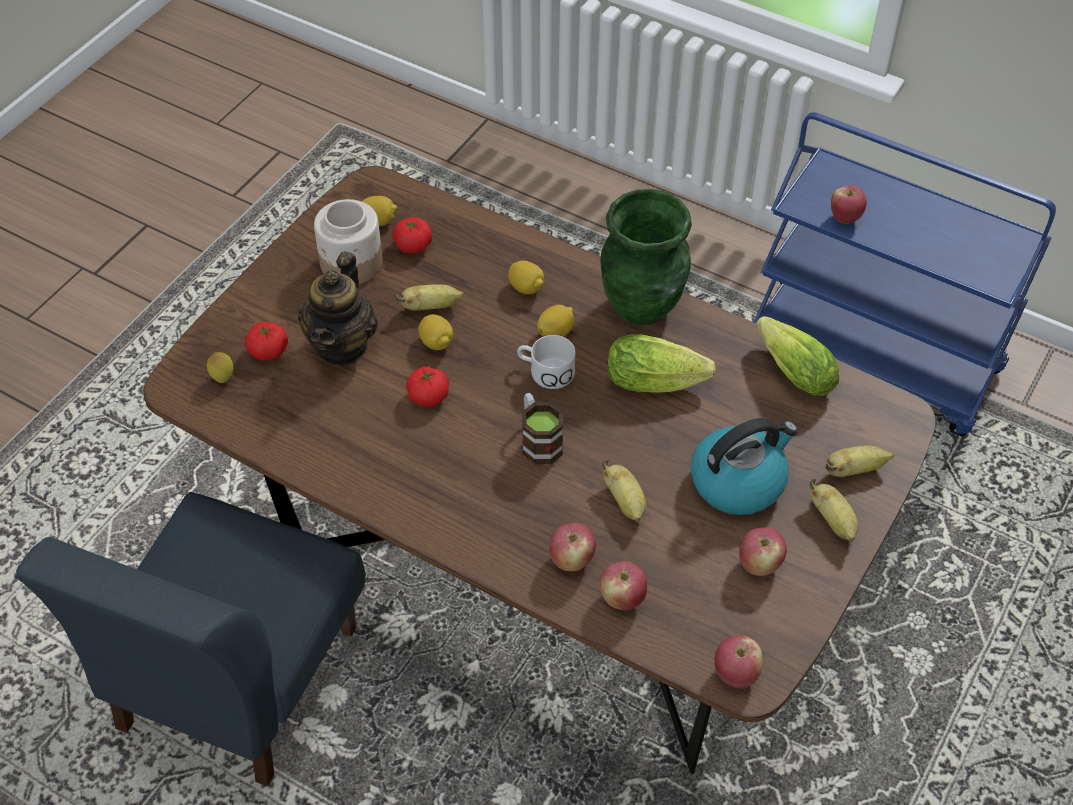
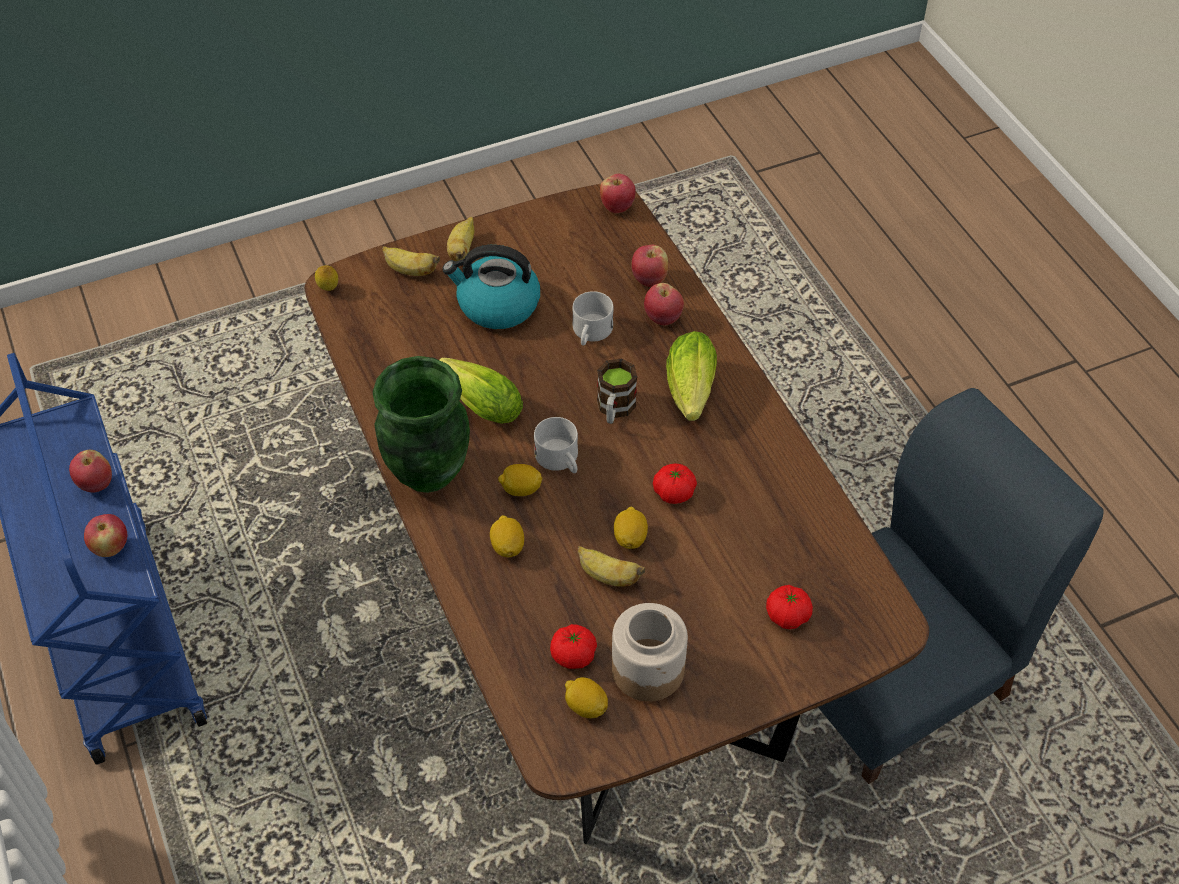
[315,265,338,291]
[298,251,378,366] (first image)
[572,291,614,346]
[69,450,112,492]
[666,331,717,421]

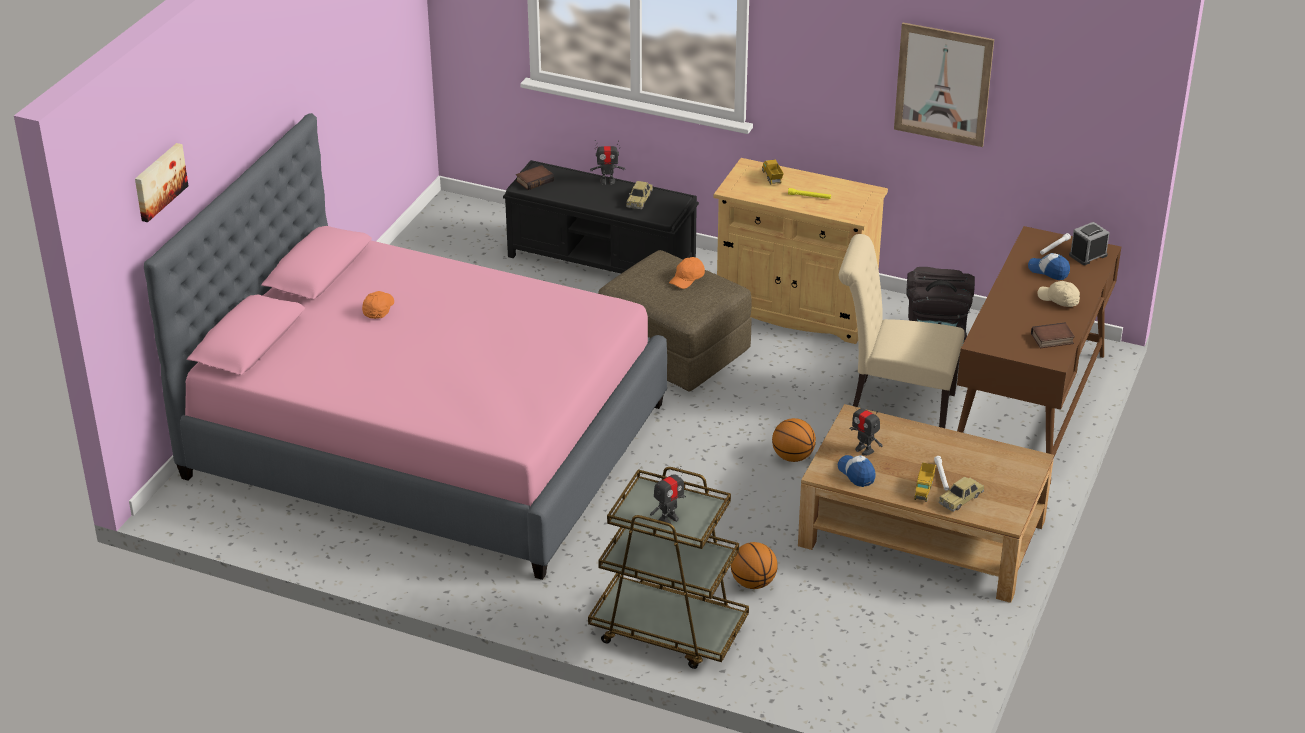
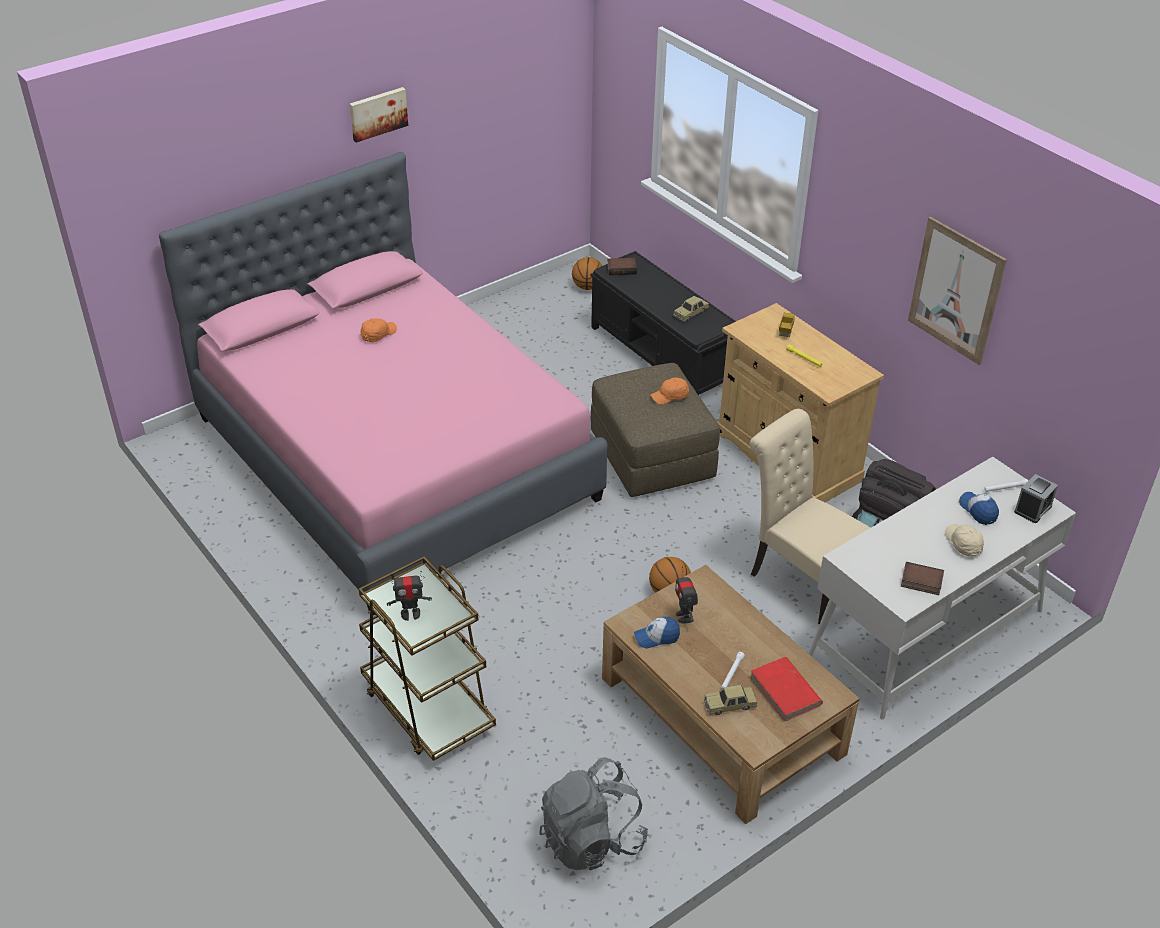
[350,87,408,143]
[590,140,625,185] (first image)
[572,257,602,290]
[634,617,680,648]
[914,463,936,502] (first image)
[808,457,1076,720]
[1014,474,1058,523]
[539,757,648,871]
[750,657,823,722]

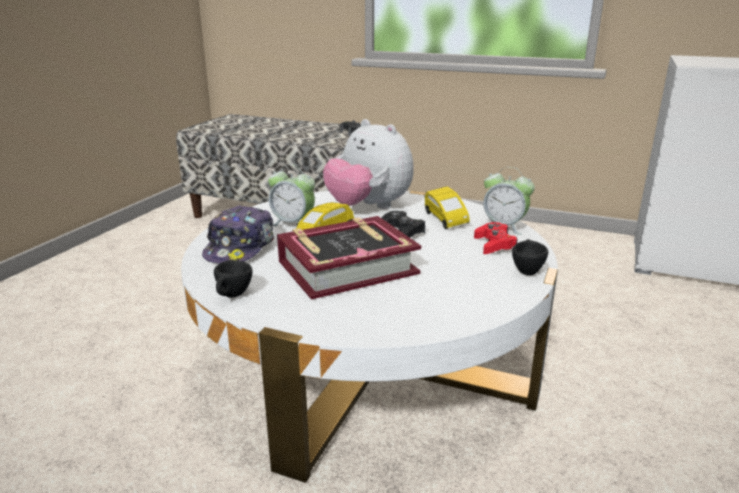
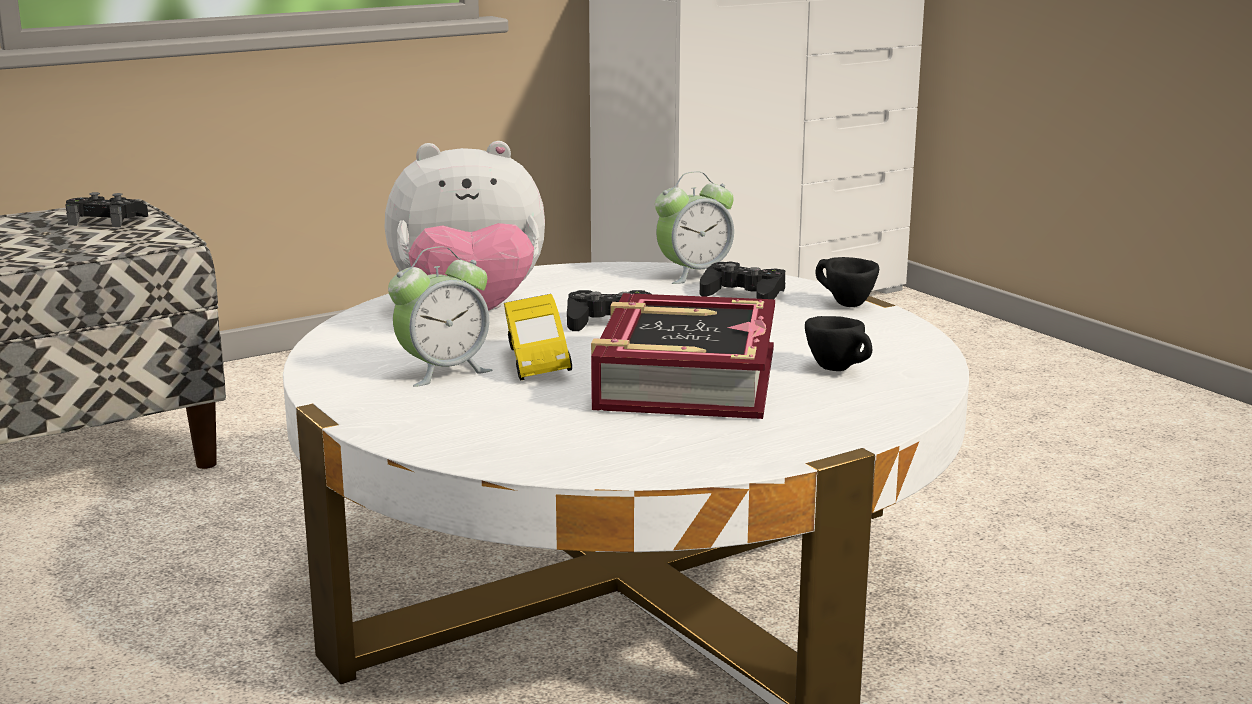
[202,205,274,264] (first image)
[805,316,872,371]
[424,186,470,229] (first image)
[700,262,786,299]

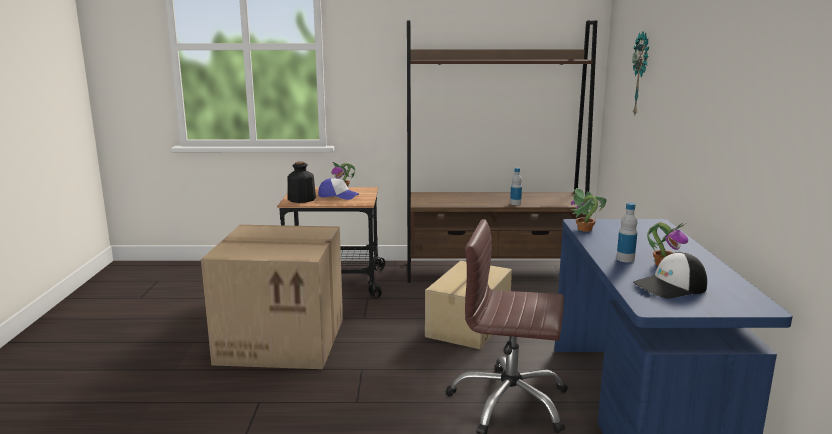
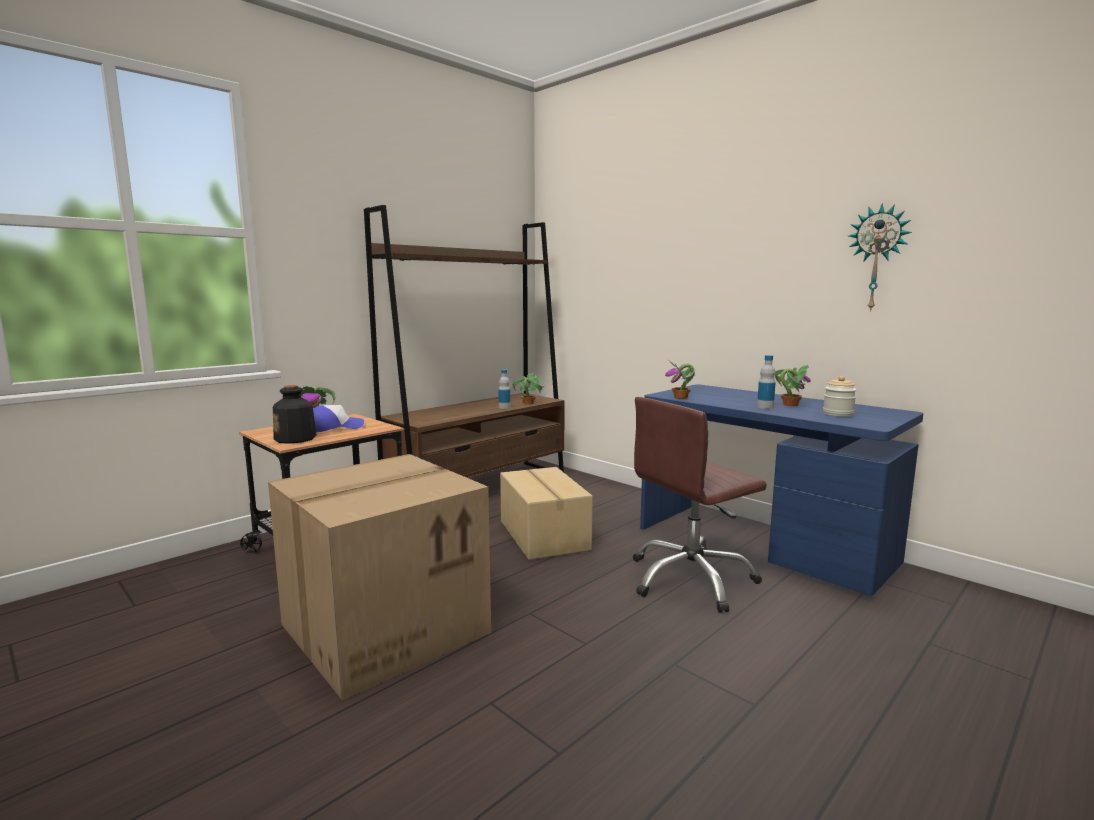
[849,203,912,312]
[823,376,857,417]
[512,373,545,404]

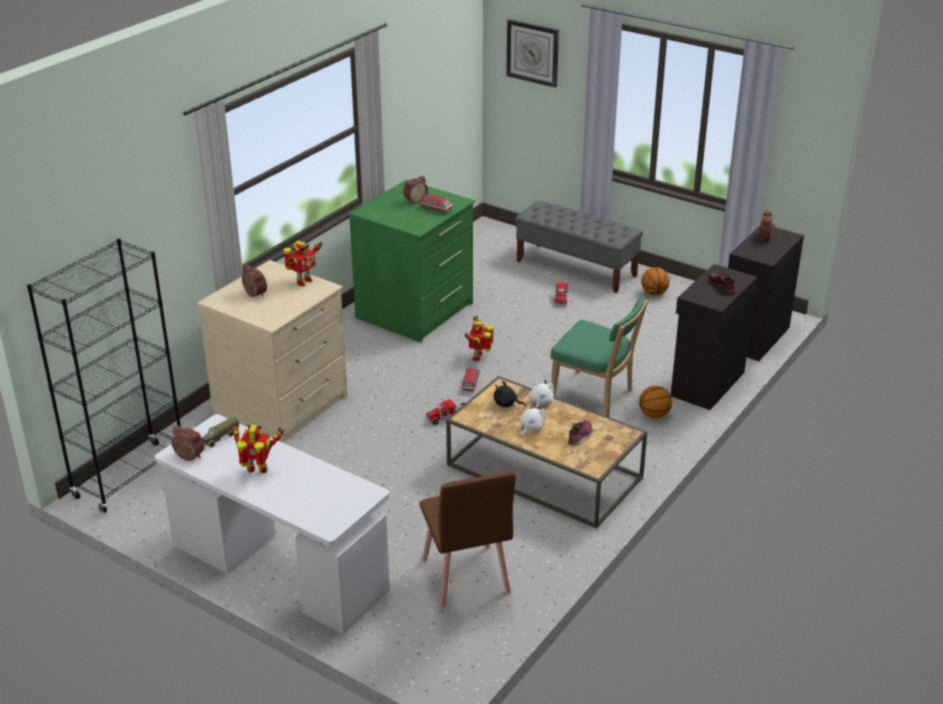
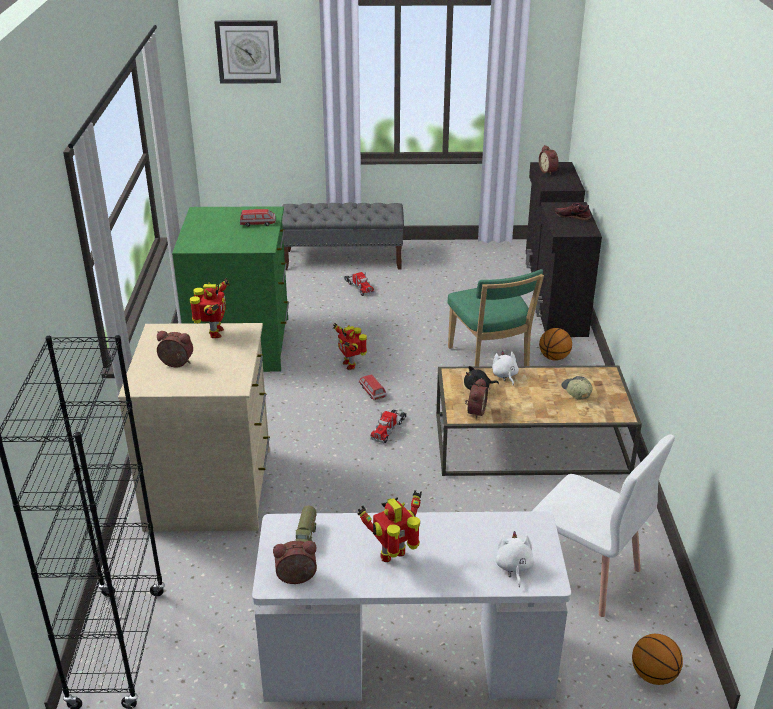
[465,378,488,419]
[532,435,675,617]
[496,531,534,587]
[448,269,544,367]
[561,376,592,400]
[632,634,683,685]

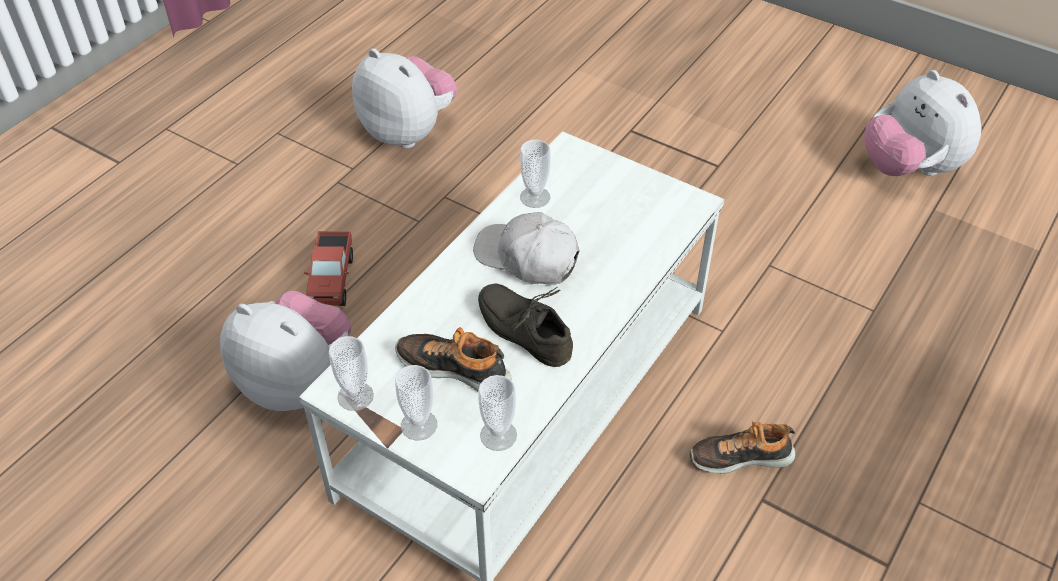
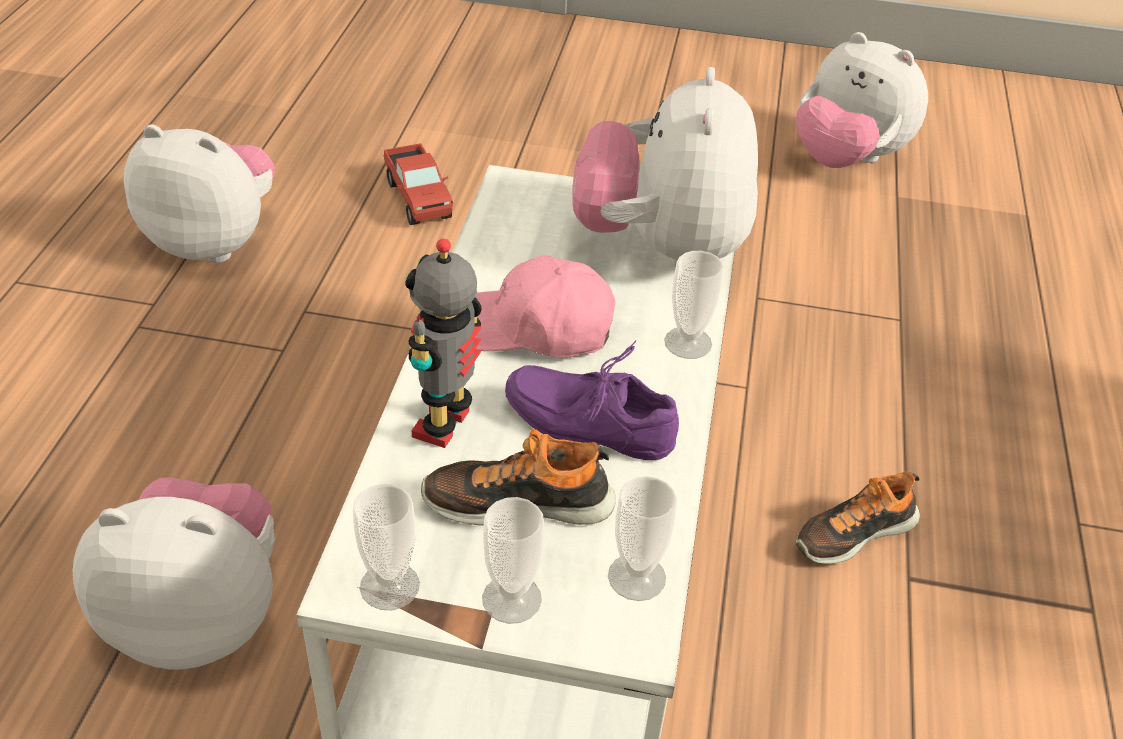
[384,143,453,225]
[475,255,615,358]
[505,341,679,460]
[664,251,724,359]
[405,238,481,448]
[572,67,758,267]

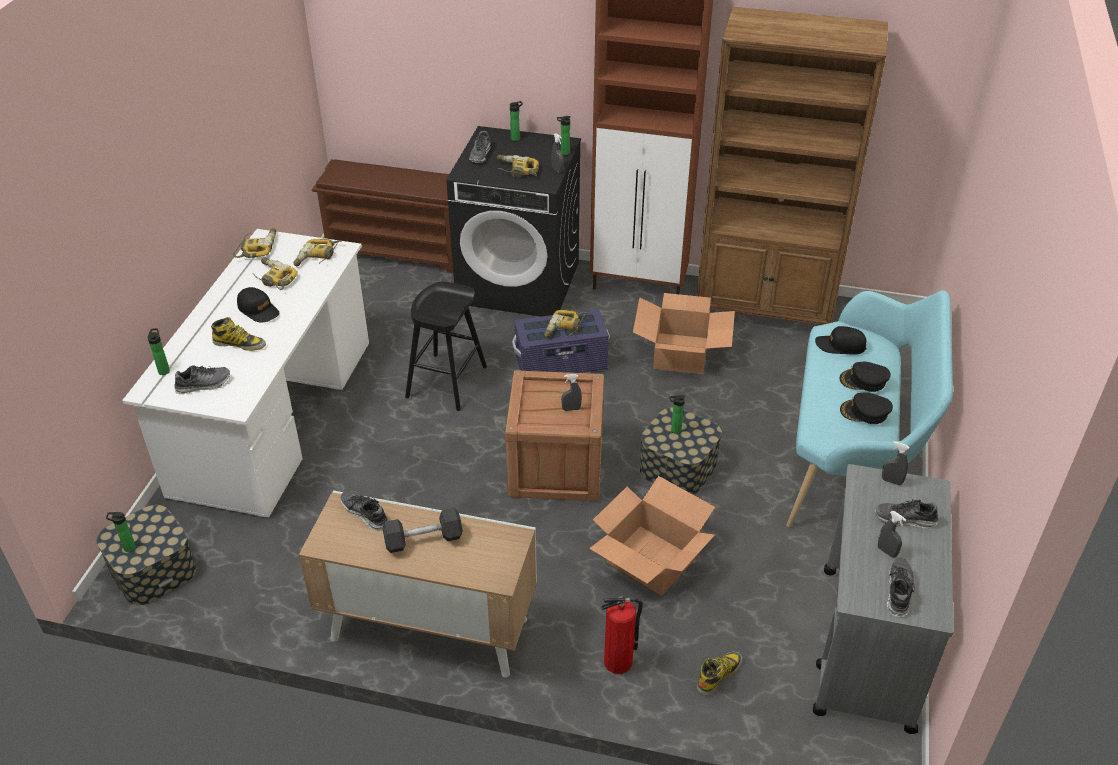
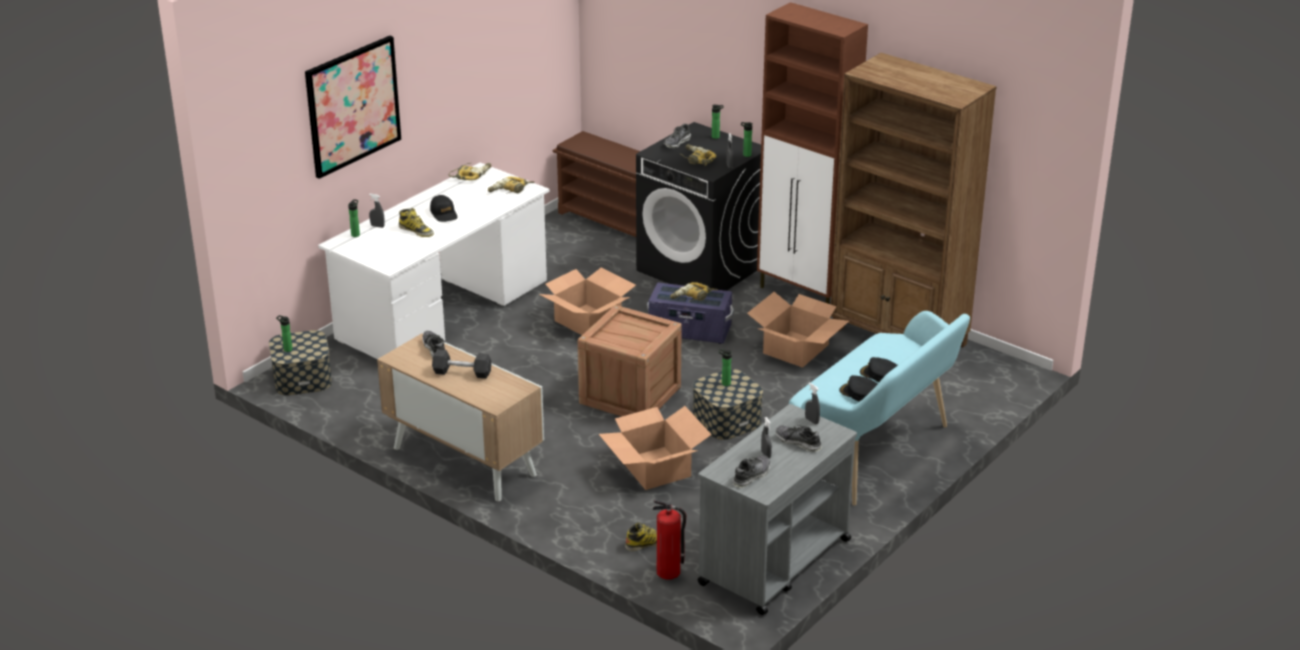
[174,365,230,394] (first image)
[252,258,298,290] (first image)
[539,267,636,335]
[369,194,385,228]
[653,500,686,580]
[815,326,867,355] (first image)
[305,36,401,179]

